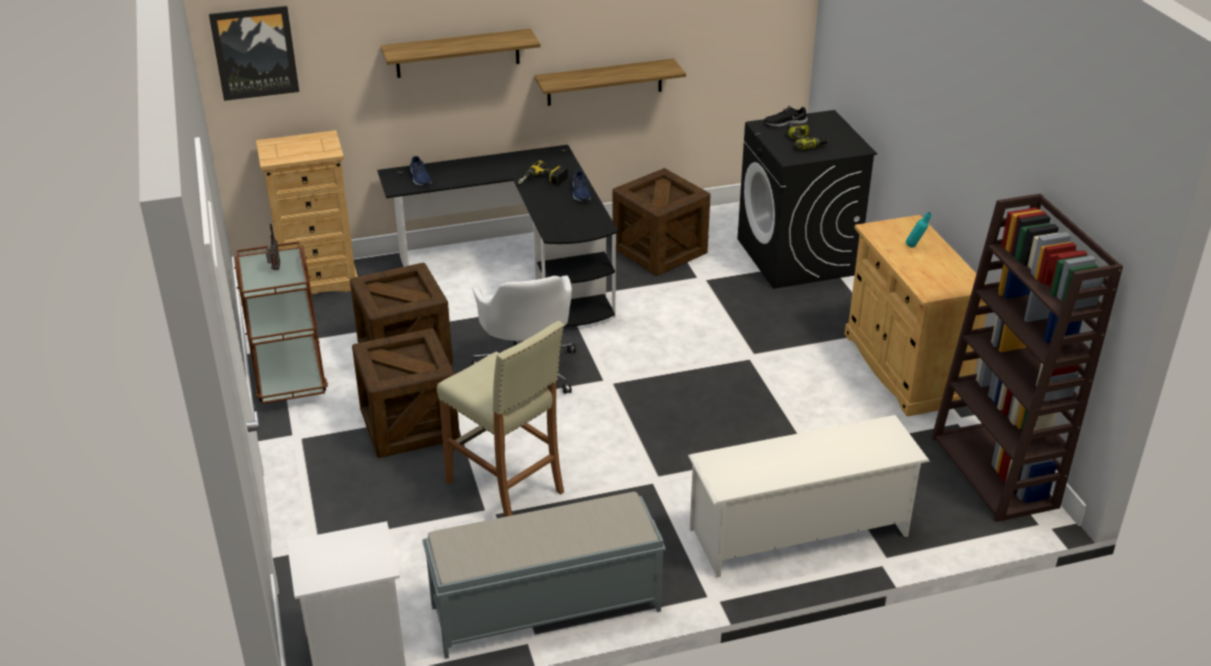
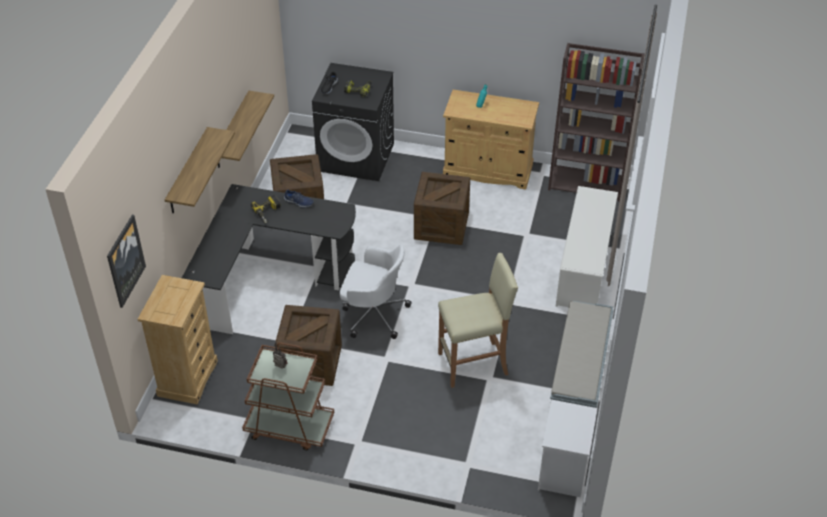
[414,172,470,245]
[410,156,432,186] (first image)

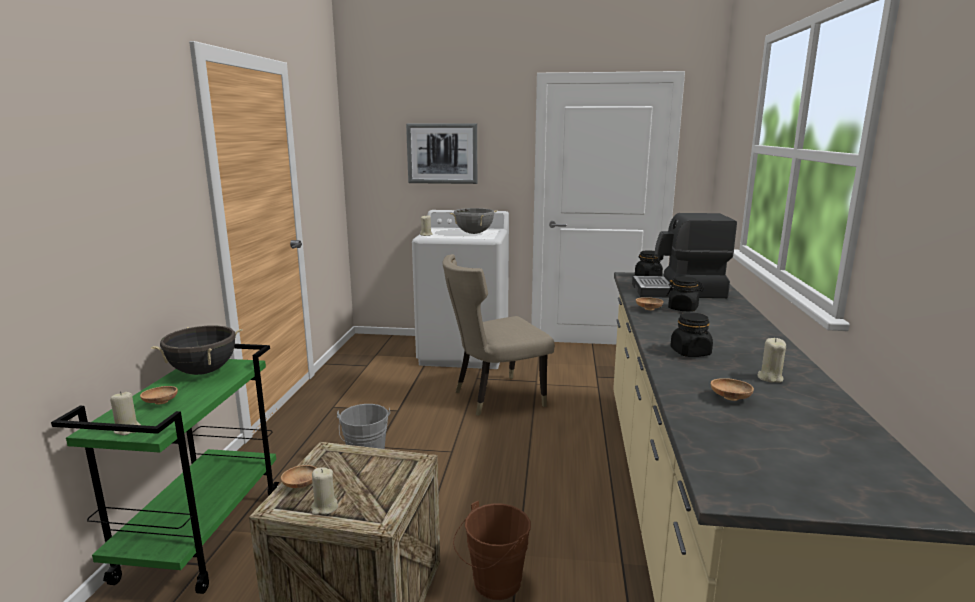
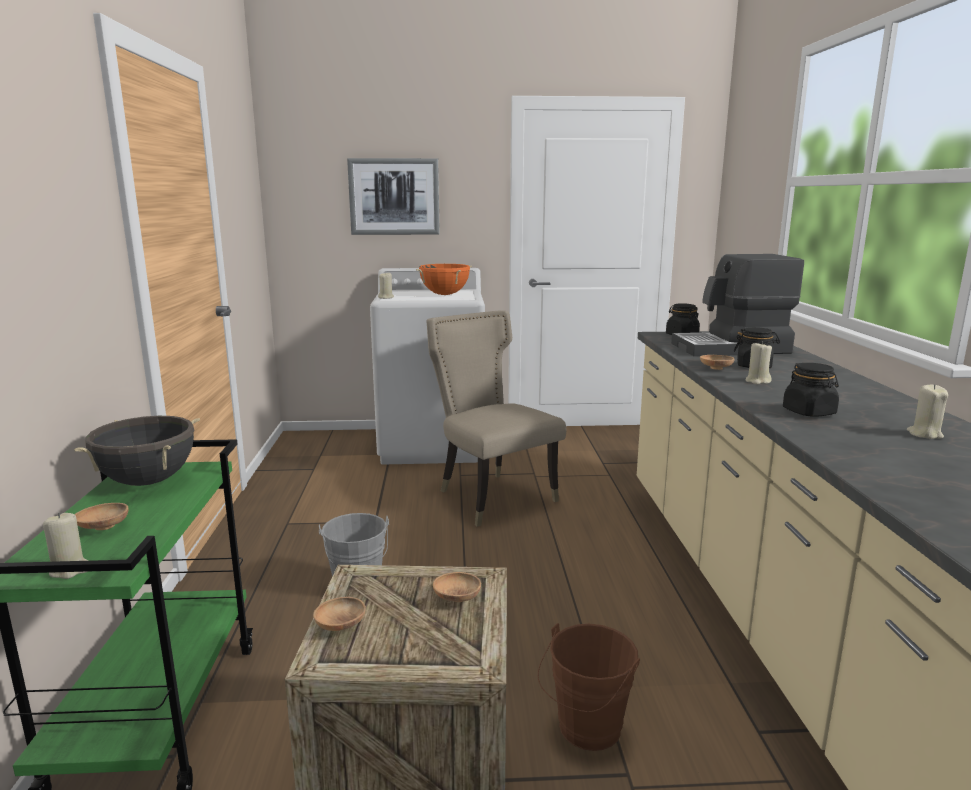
[746,341,772,384]
[427,310,566,527]
[416,264,472,295]
[433,572,481,602]

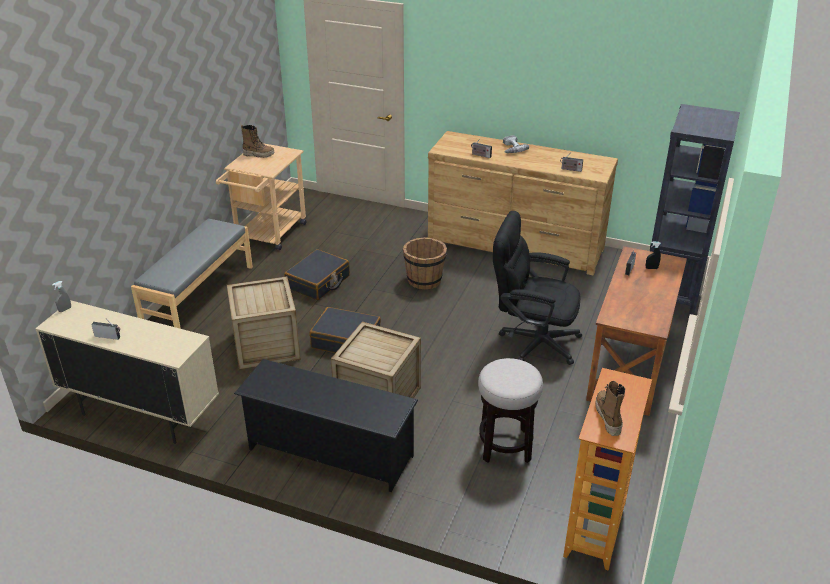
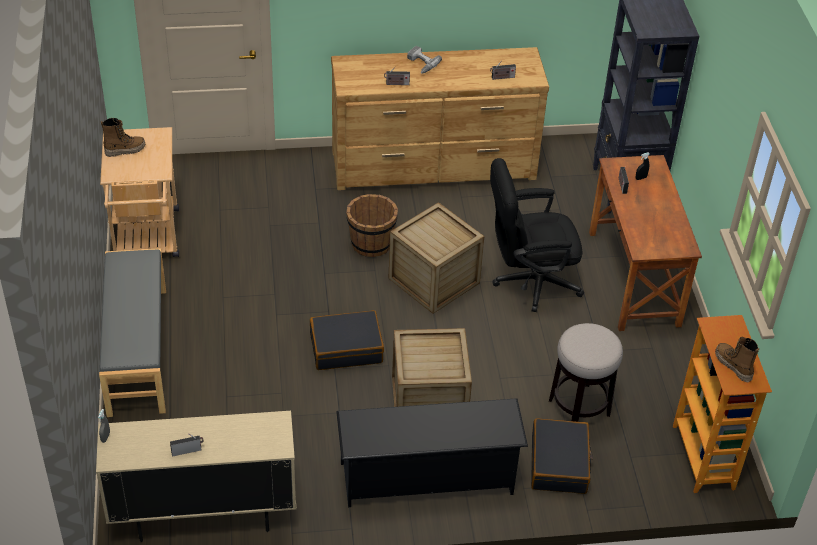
[388,202,485,314]
[531,418,593,494]

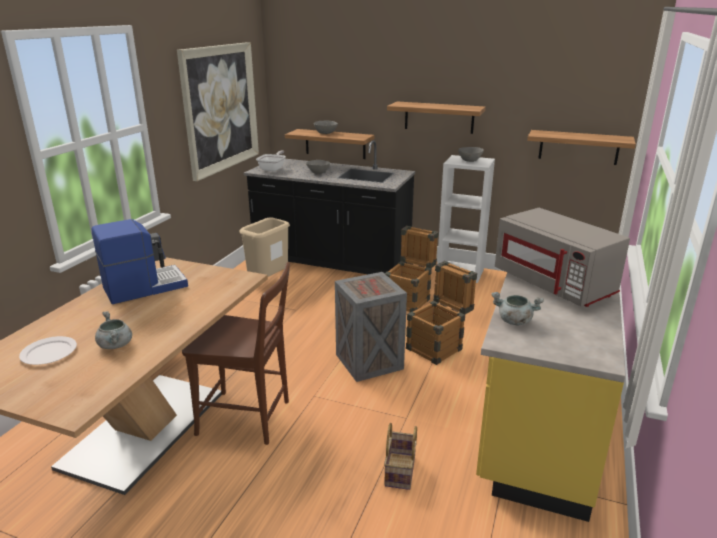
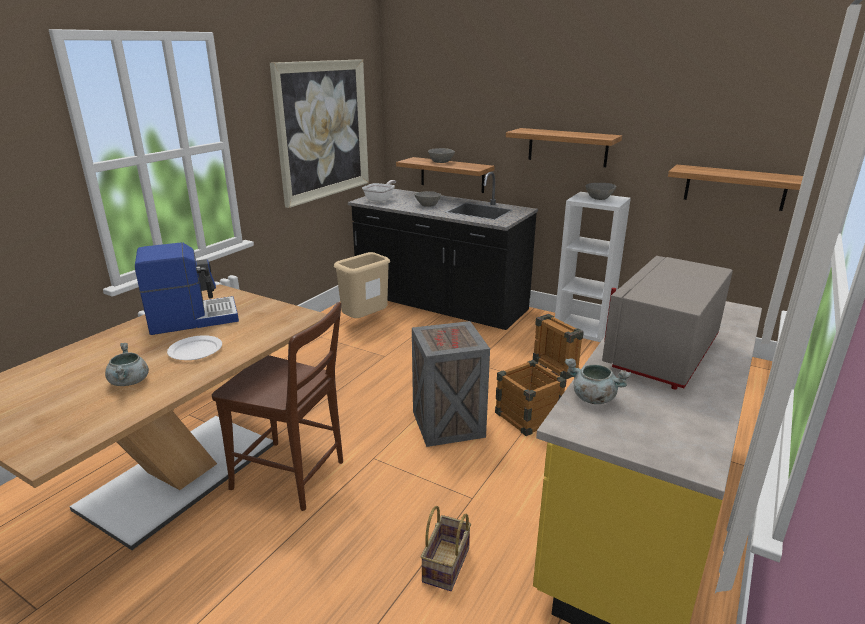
[167,335,222,360]
[385,226,439,312] (first image)
[602,256,733,390]

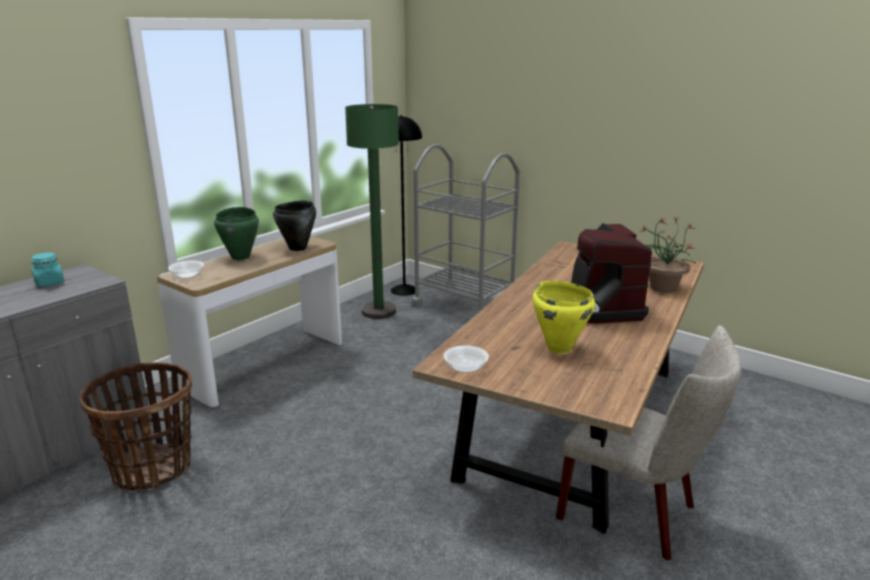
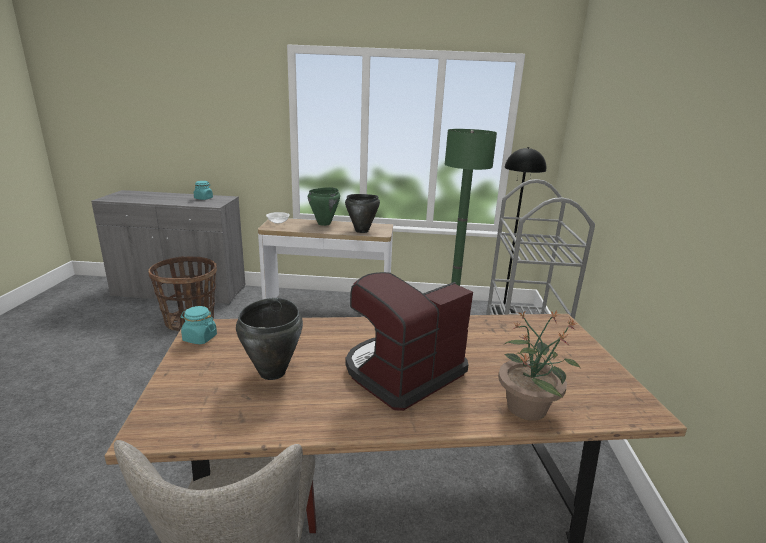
[181,306,217,344]
[236,298,303,380]

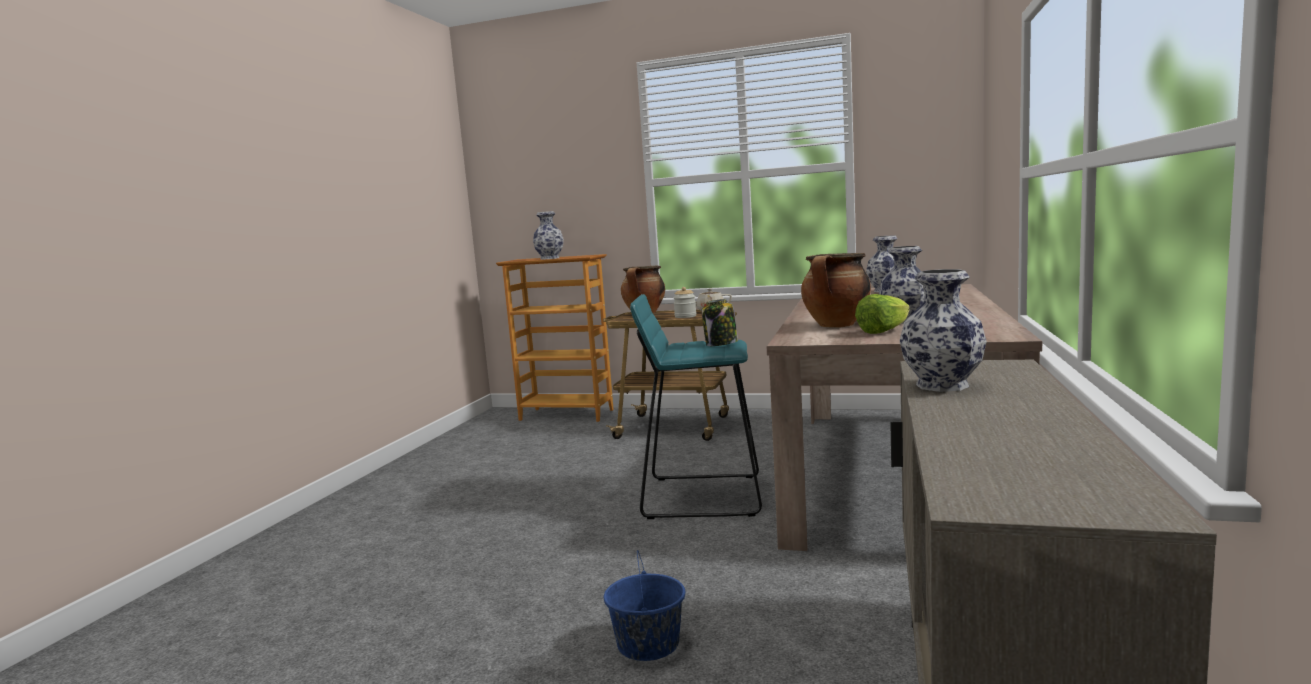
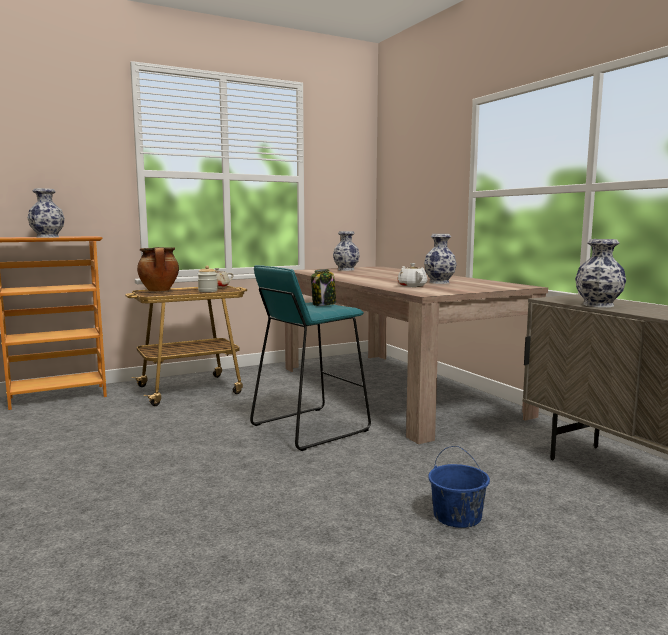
[397,263,427,287]
[855,294,910,334] (first image)

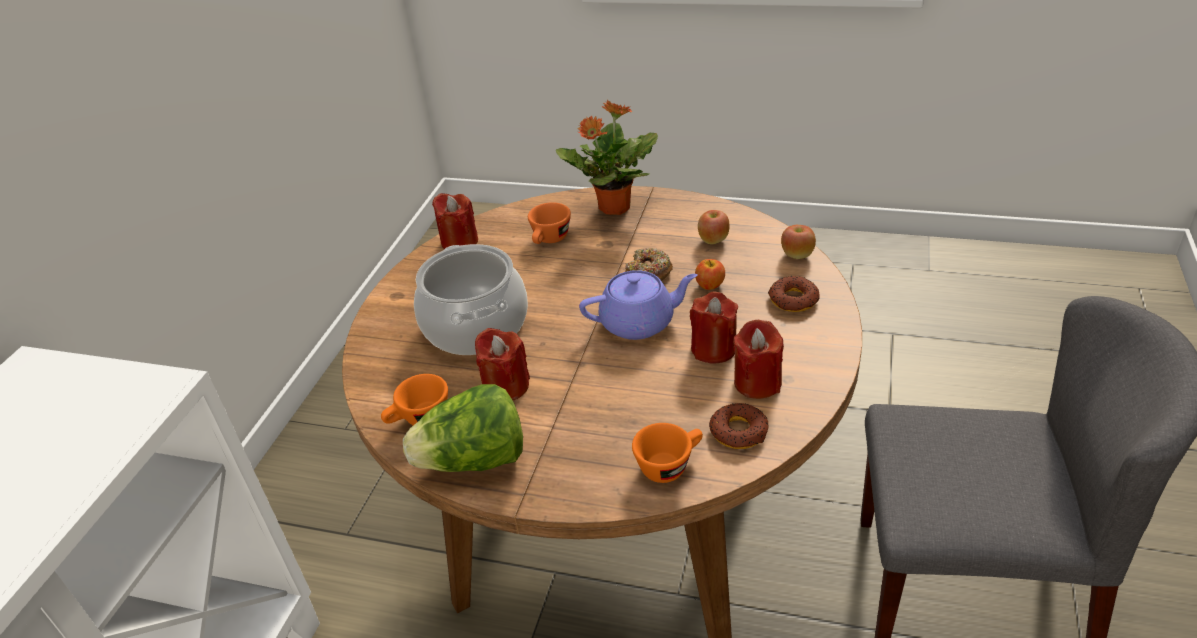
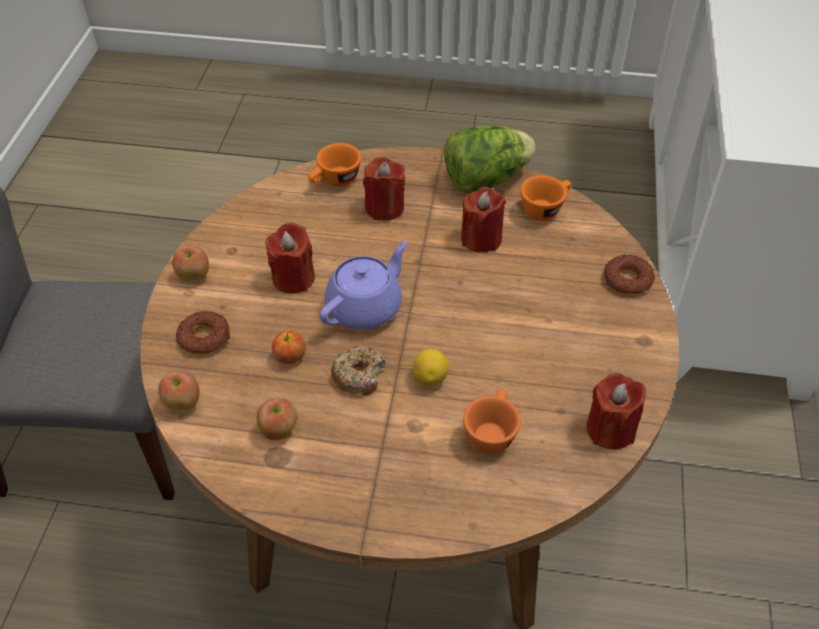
[414,244,528,355] (first image)
[556,99,658,215] (first image)
[319,241,408,329]
[604,255,655,294]
[363,157,405,221]
[172,245,209,281]
[413,349,449,386]

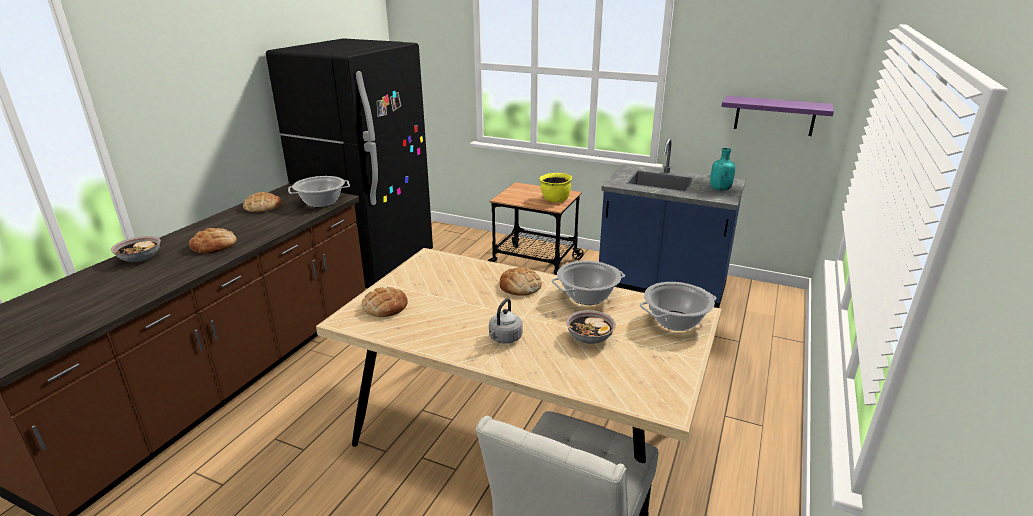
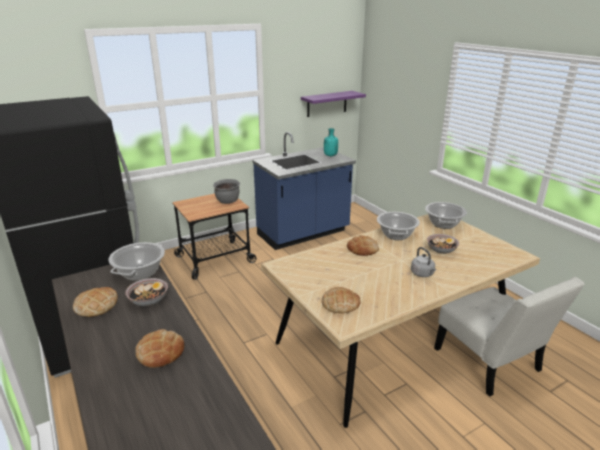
[125,278,168,307]
[213,179,240,204]

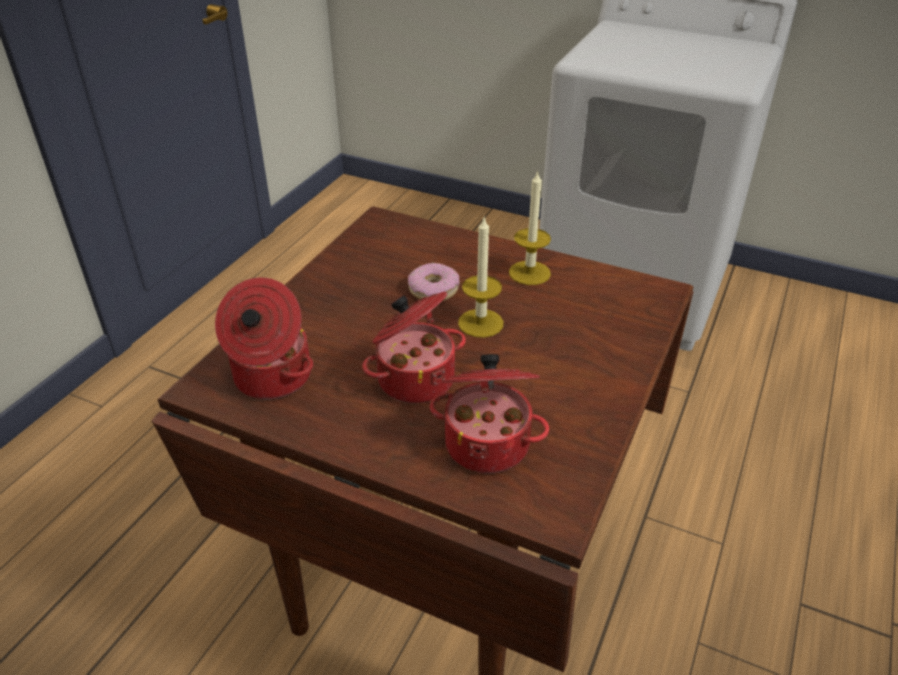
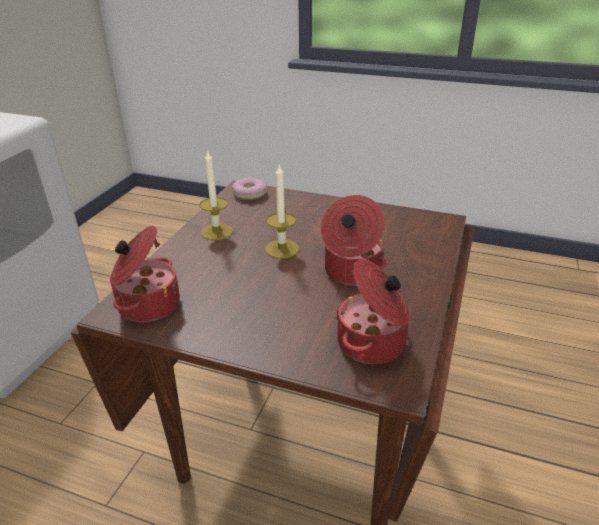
[232,177,267,200]
[110,226,180,322]

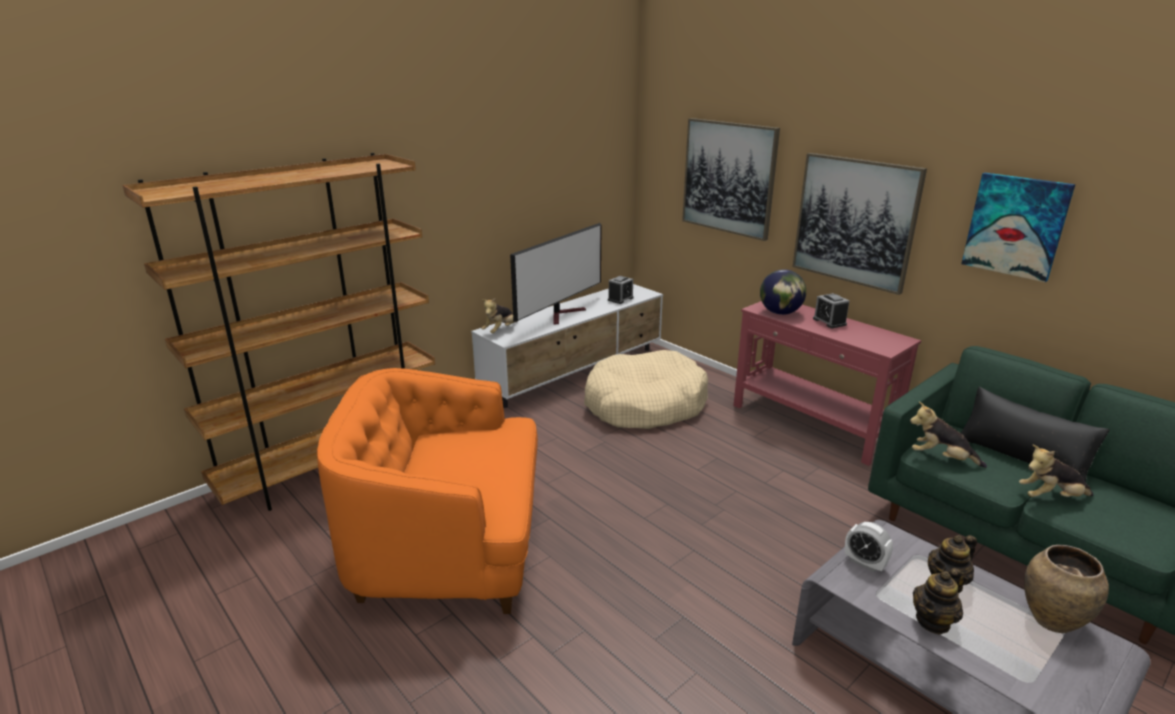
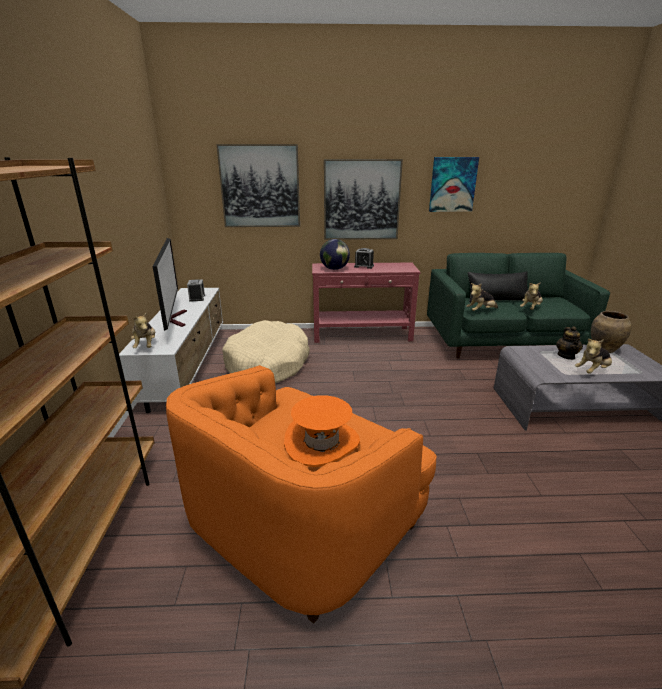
[845,522,893,572] (first image)
[575,339,612,374]
[284,395,360,467]

